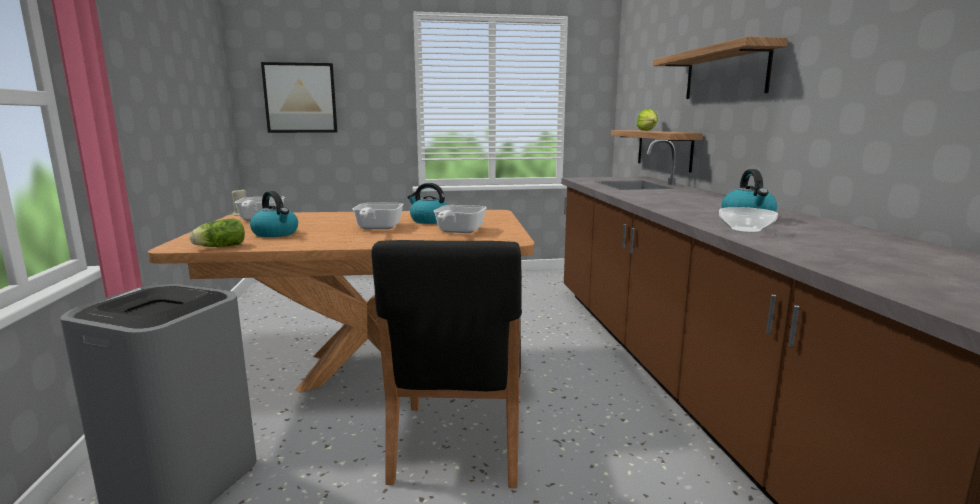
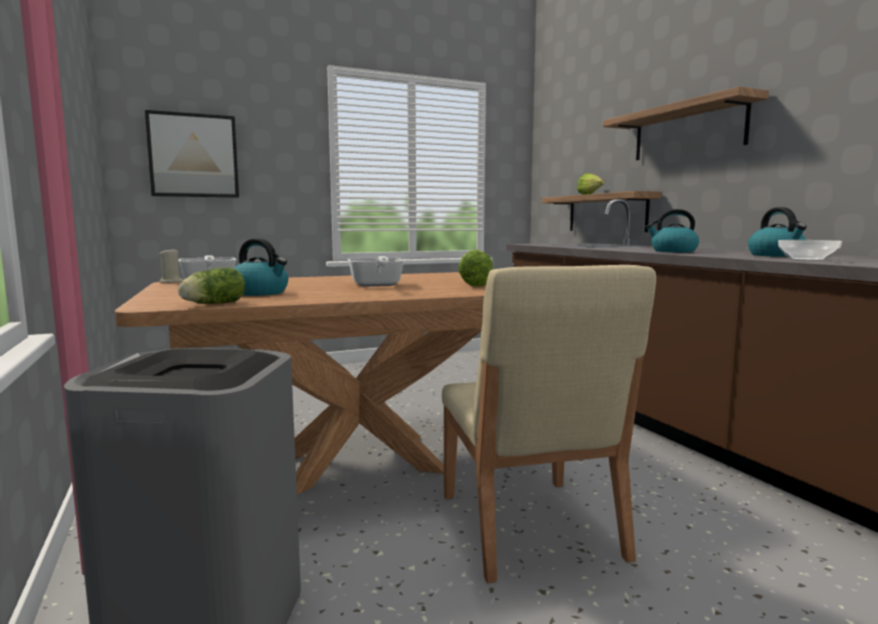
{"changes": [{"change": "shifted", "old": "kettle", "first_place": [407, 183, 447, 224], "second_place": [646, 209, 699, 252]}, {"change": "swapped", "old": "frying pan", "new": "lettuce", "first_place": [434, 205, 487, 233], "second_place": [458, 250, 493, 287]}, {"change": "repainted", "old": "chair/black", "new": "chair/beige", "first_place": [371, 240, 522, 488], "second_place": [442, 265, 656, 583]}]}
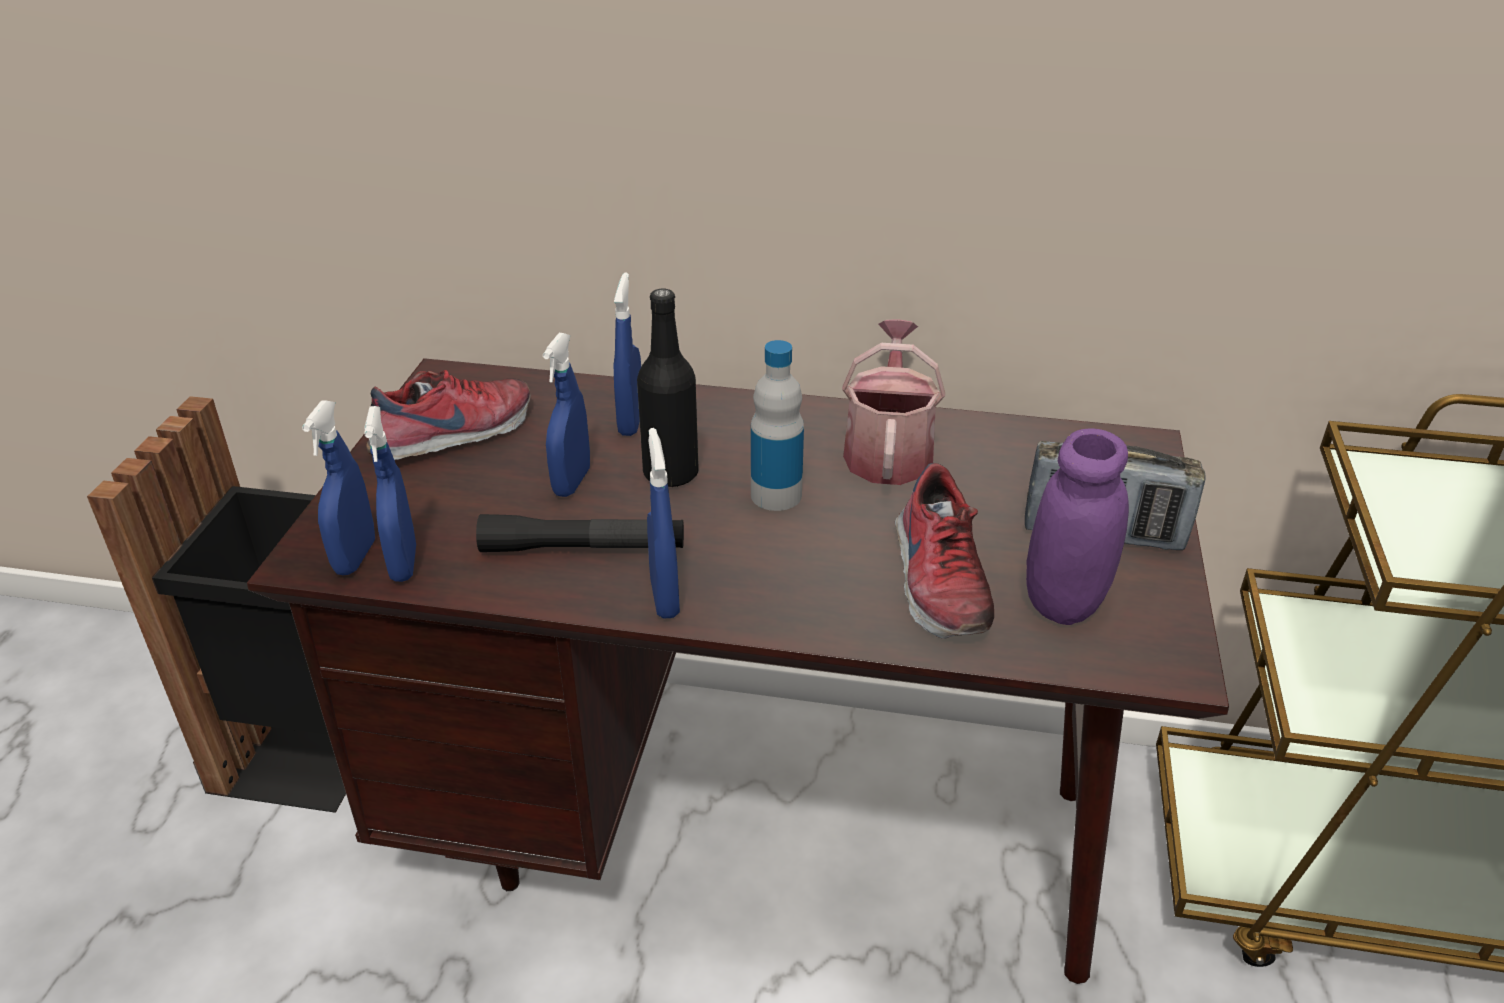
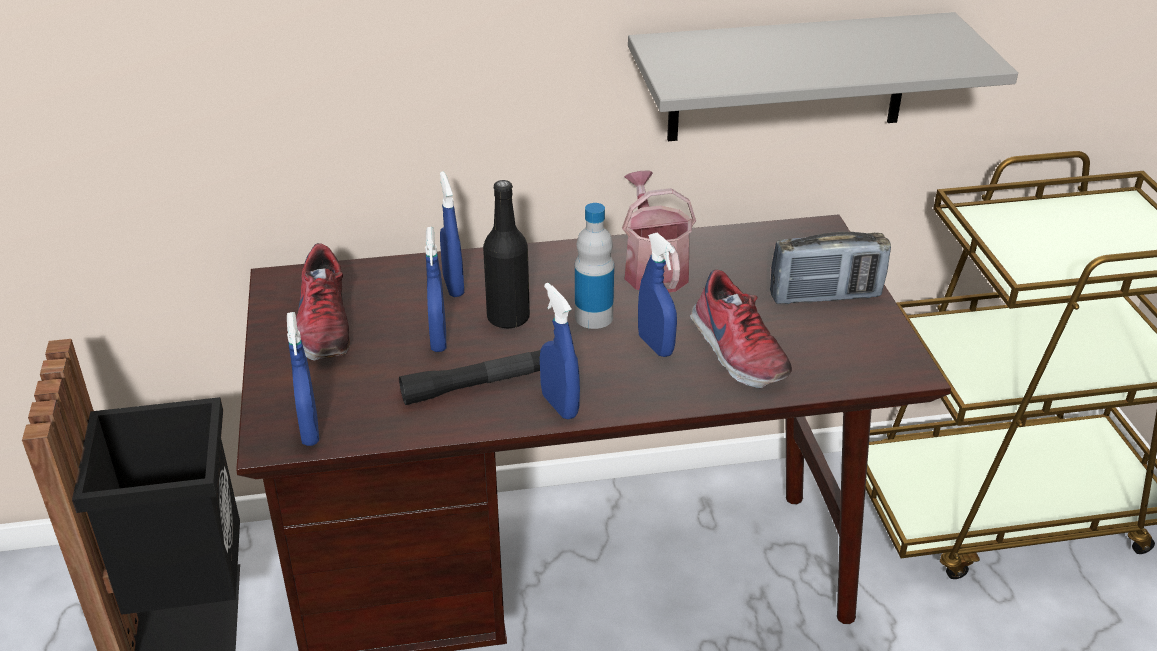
{"changes": [{"change": "rotated", "old": "shoe", "first_place": [366, 370, 531, 460], "second_place": [296, 243, 350, 361], "degrees": 135}, {"change": "shifted", "old": "spray bottle/blue", "first_place": [364, 406, 416, 582], "second_place": [638, 233, 677, 357]}, {"change": "gone", "old": "jar/purple", "first_place": [1026, 428, 1129, 625]}, {"change": "new", "new": "shelf/grey", "second_place": [628, 12, 1018, 141]}]}
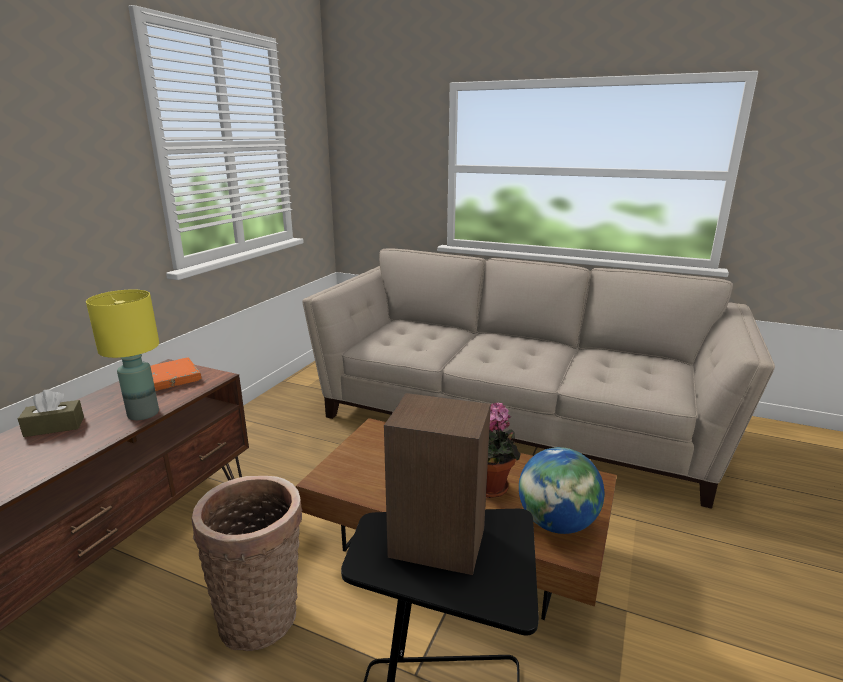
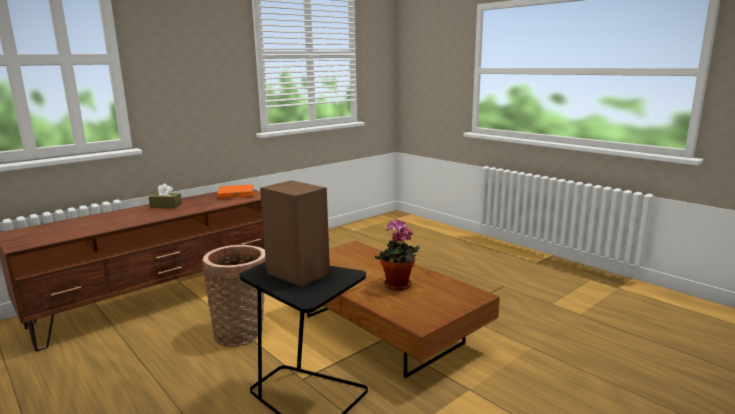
{"changes": [{"change": "gone", "old": "sofa/beige", "first_place": [302, 248, 775, 509]}, {"change": "gone", "old": "table lamp/yellow", "first_place": [86, 290, 159, 420]}, {"change": "gone", "old": "globe", "first_place": [519, 447, 604, 534]}]}
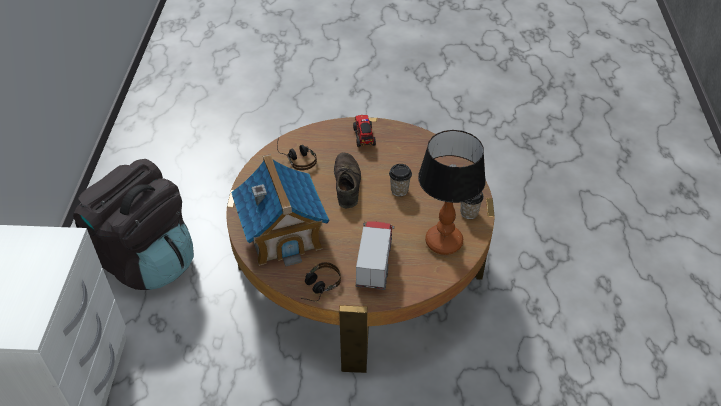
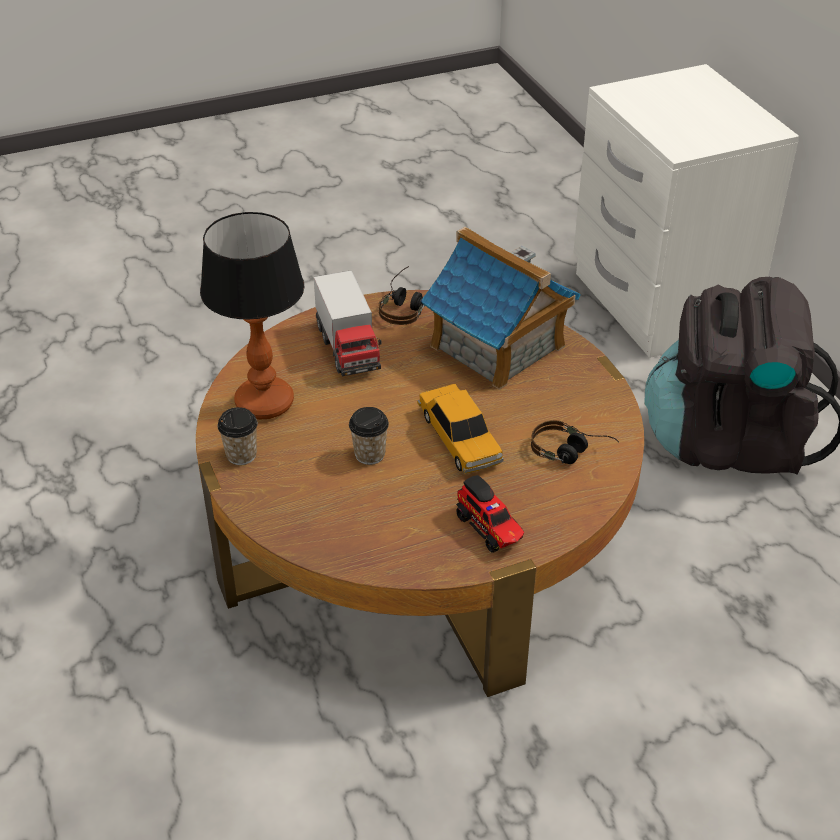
{"changes": [{"change": "swapped", "old": "shoe/brown", "new": "toy car", "first_place": [334, 153, 361, 208], "second_place": [417, 384, 504, 474]}]}
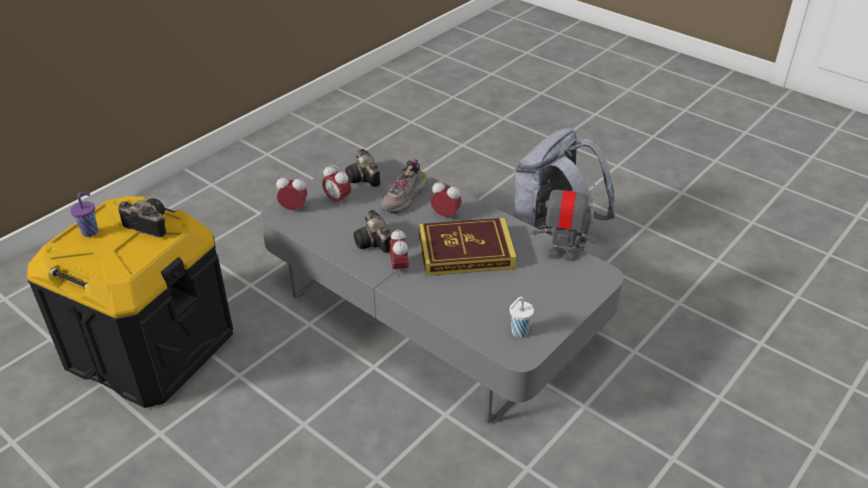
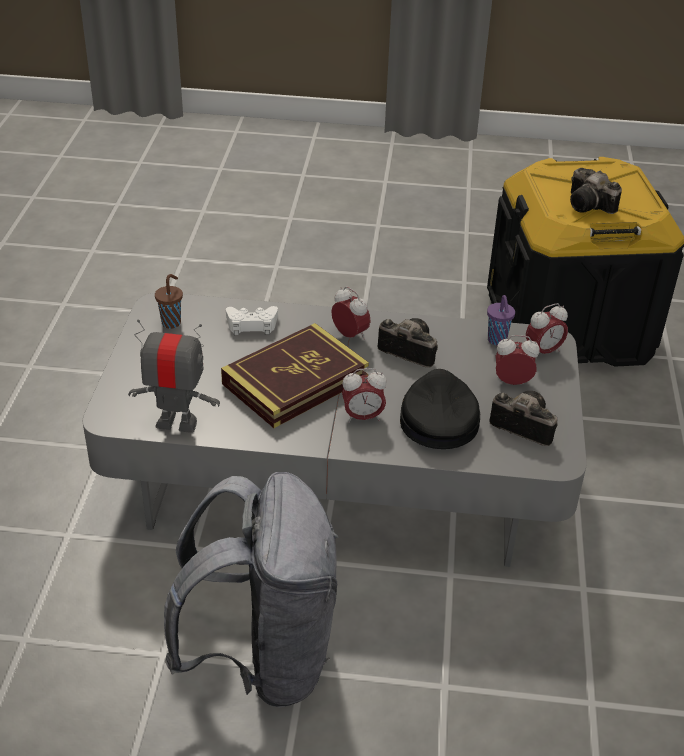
{"changes": [{"change": "swapped", "old": "shoe", "new": "cap/black", "first_place": [380, 159, 427, 214], "second_place": [400, 369, 480, 449]}, {"change": "rotated", "old": "toy robot", "first_place": [531, 180, 597, 262], "second_place": [128, 320, 220, 432], "degrees": -150}, {"change": "shifted", "old": "cup/purple", "first_place": [70, 192, 98, 237], "second_place": [487, 295, 515, 345]}, {"change": "rotated", "old": "photo camera", "first_place": [118, 198, 166, 237], "second_place": [570, 168, 622, 214], "degrees": 60}, {"change": "repainted", "old": "cup/white", "new": "cup/brown", "first_place": [510, 297, 534, 338], "second_place": [155, 274, 183, 329]}, {"change": "new", "new": "game controller/white", "second_place": [226, 306, 278, 335]}]}
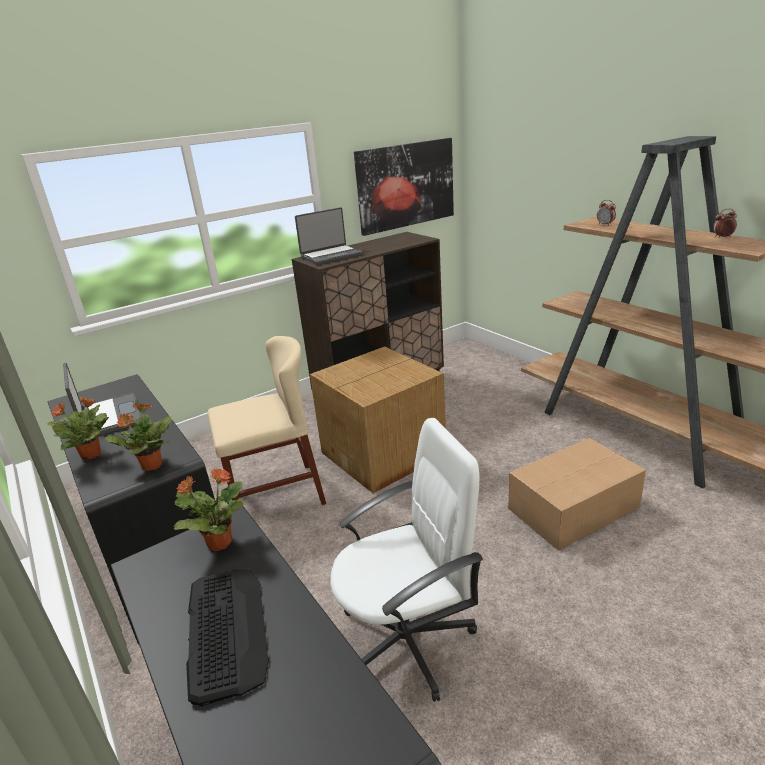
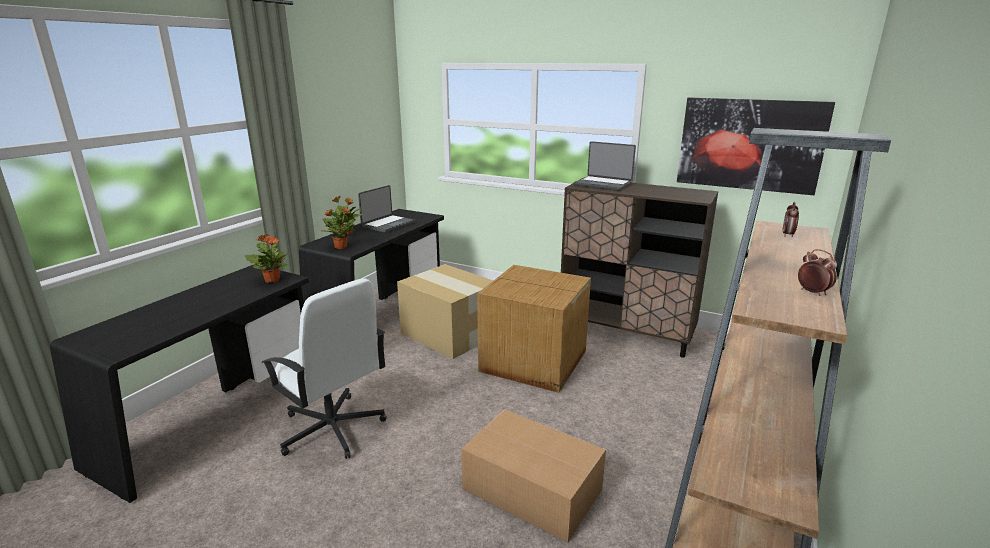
{"changes": [{"change": "swapped", "old": "chair/beige", "new": "cardboard box", "first_place": [208, 336, 326, 505], "second_place": [397, 264, 493, 359]}, {"change": "gone", "old": "keyboard", "first_place": [186, 570, 269, 706]}]}
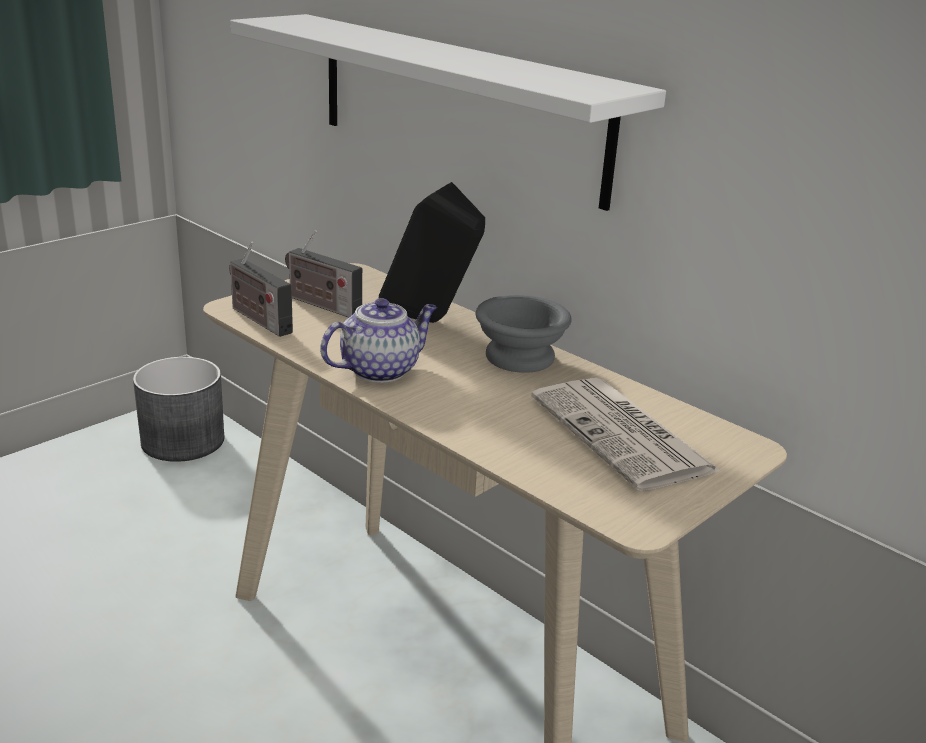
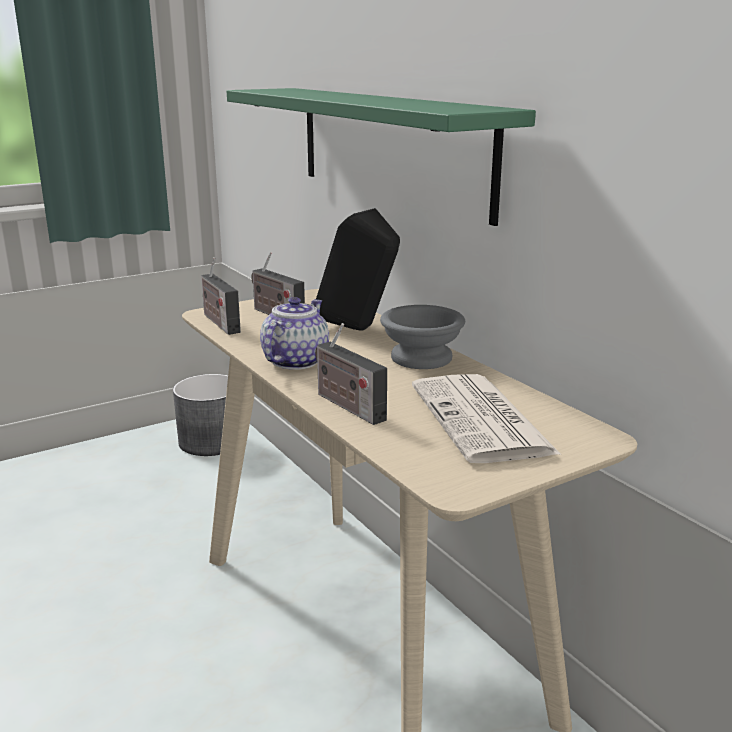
{"changes": [{"change": "repainted", "old": "shelf/white", "new": "shelf/green", "first_place": [231, 14, 666, 211], "second_place": [227, 88, 536, 226]}, {"change": "rotated", "old": "teapot", "first_place": [320, 298, 437, 383], "second_place": [260, 297, 329, 370], "degrees": -45}, {"change": "new", "new": "radio", "second_place": [315, 323, 387, 425]}]}
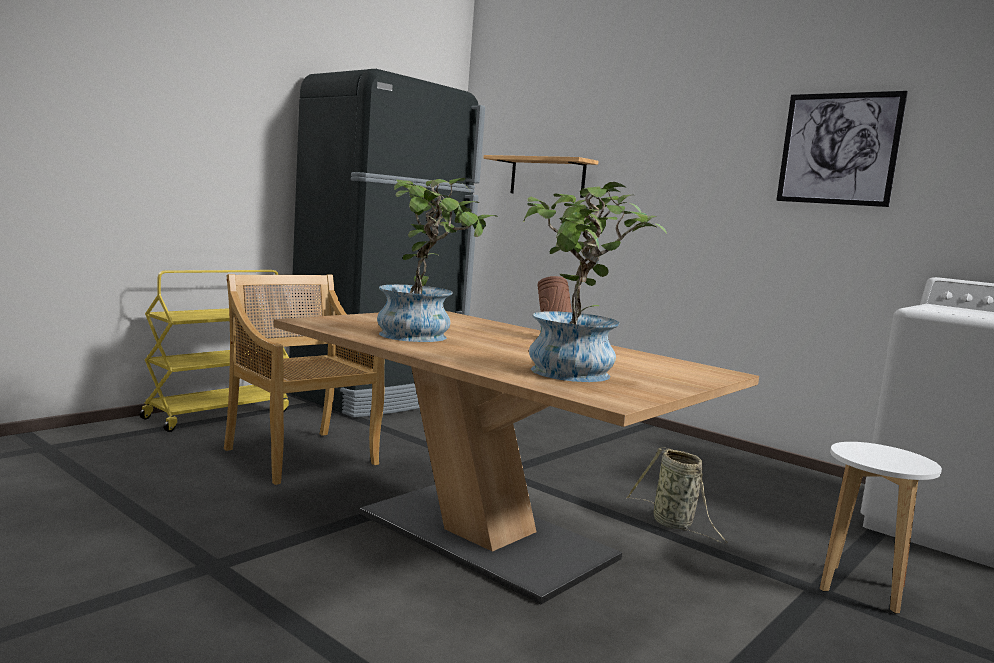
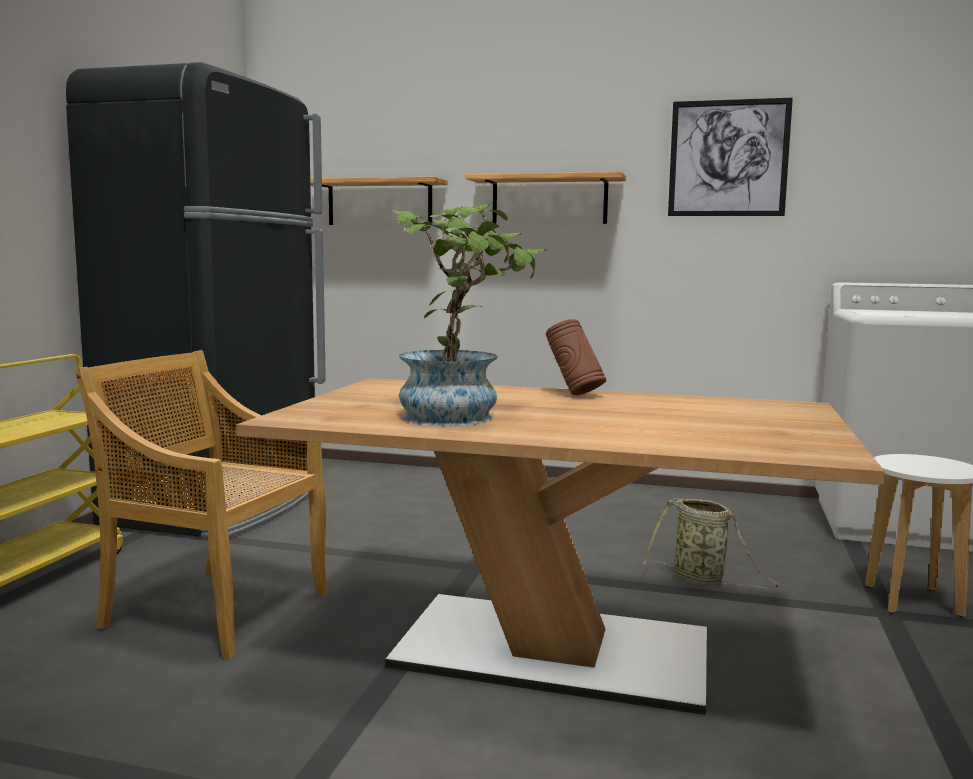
{"changes": [{"change": "gone", "old": "potted plant", "first_place": [523, 182, 667, 382]}, {"change": "new", "new": "shelf", "second_place": [466, 172, 626, 224]}]}
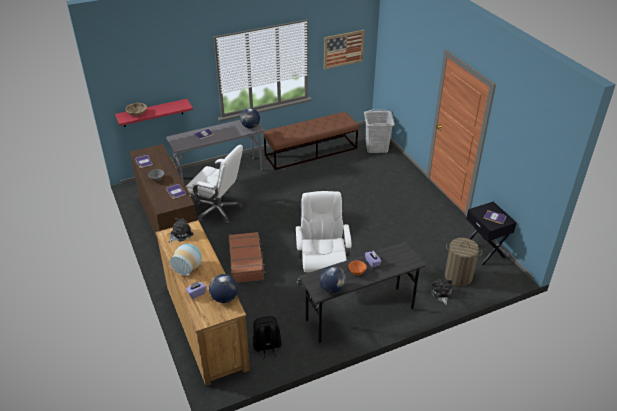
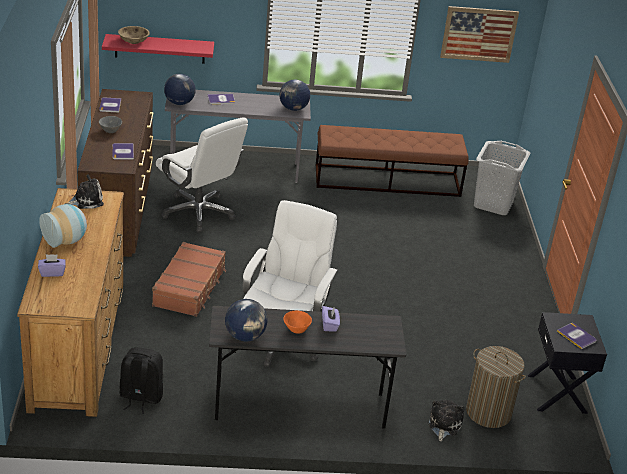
{"changes": [{"change": "shifted", "old": "globe", "first_place": [209, 274, 238, 303], "second_place": [164, 74, 196, 105]}]}
